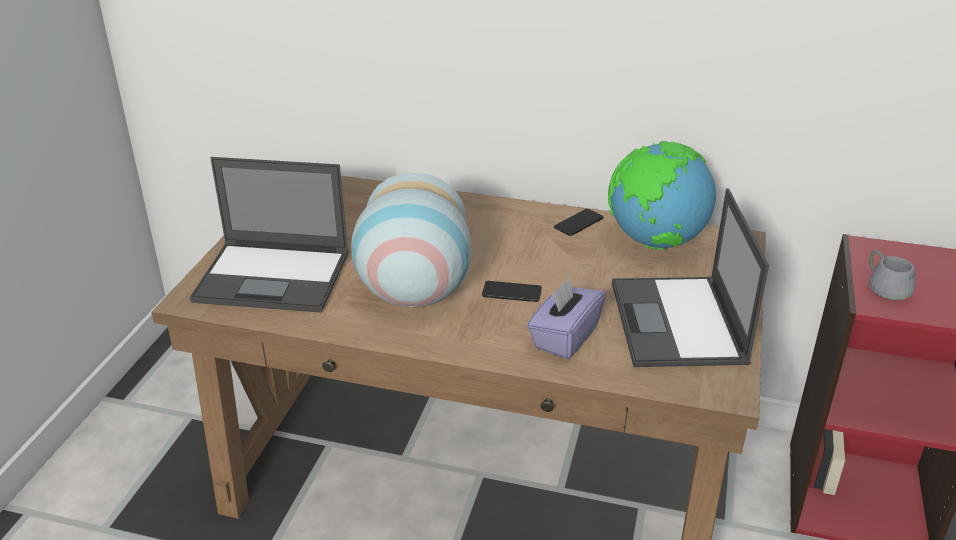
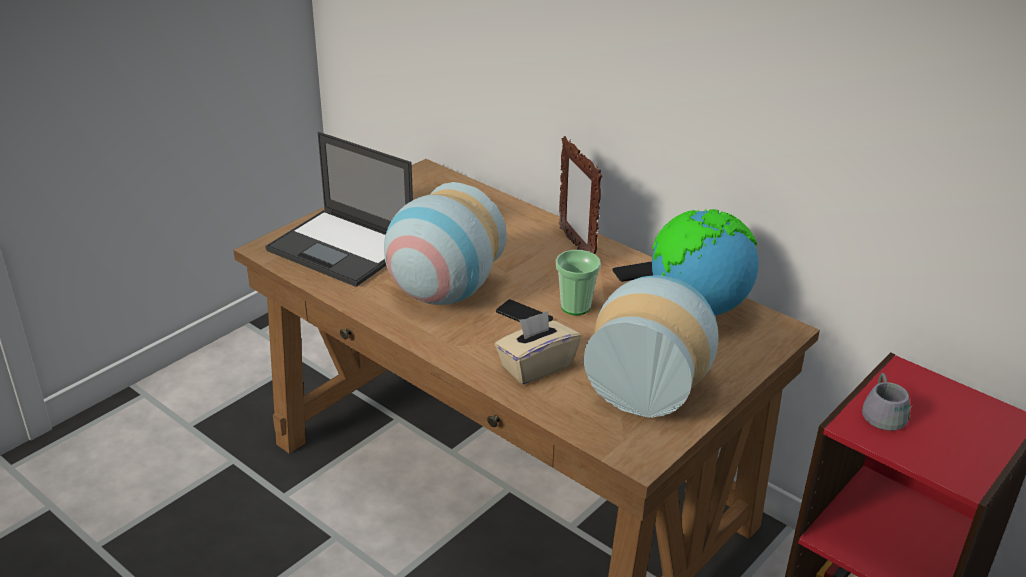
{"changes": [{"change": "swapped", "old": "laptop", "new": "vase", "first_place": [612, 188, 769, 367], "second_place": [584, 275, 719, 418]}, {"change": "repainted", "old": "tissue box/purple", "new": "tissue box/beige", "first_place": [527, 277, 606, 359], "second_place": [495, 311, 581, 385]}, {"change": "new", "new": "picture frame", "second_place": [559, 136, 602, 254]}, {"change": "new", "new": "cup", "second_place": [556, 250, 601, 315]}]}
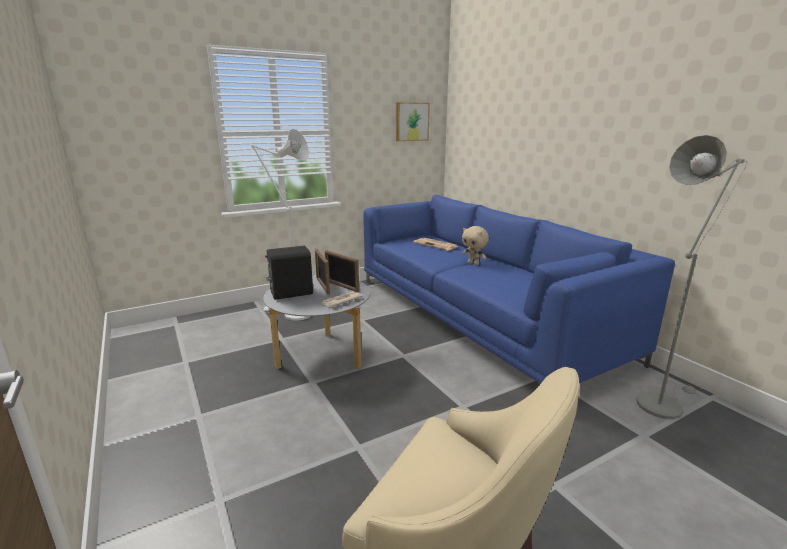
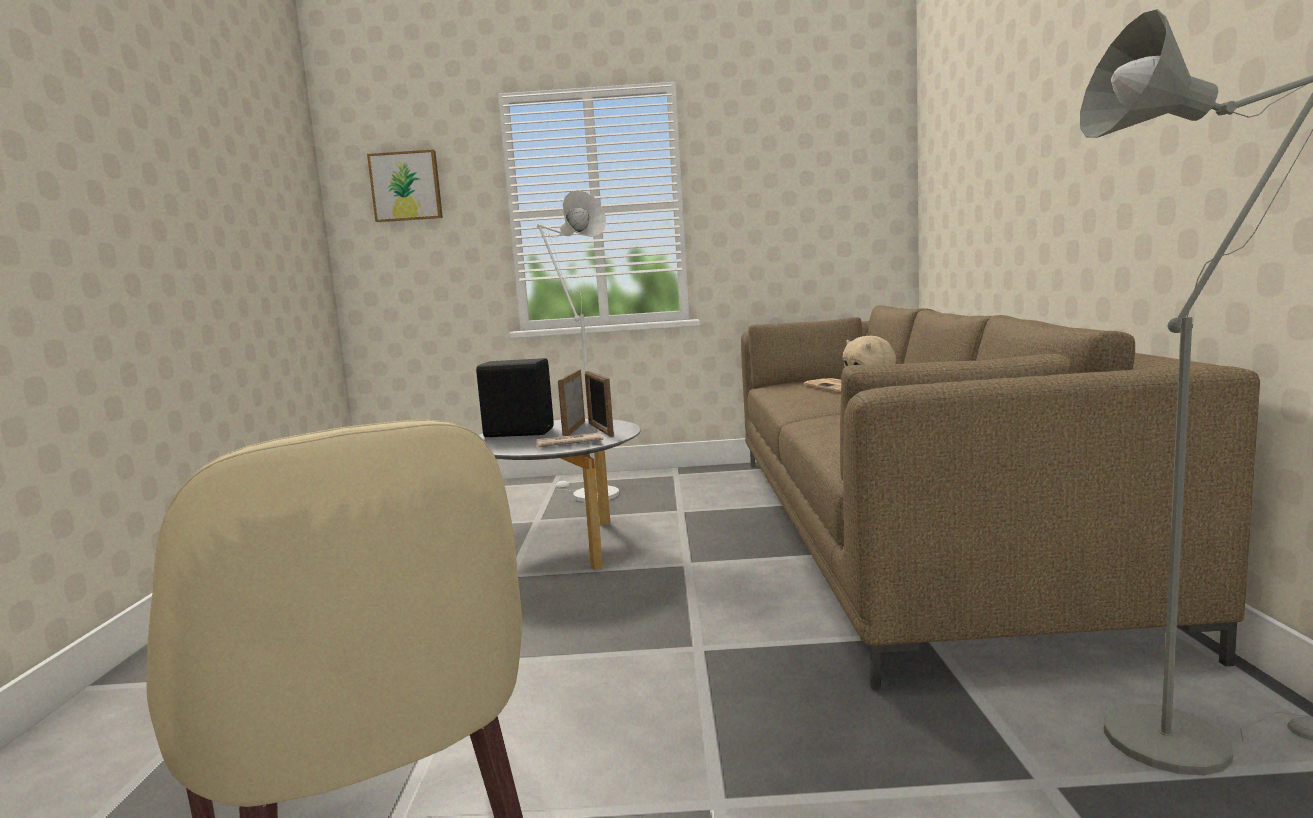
{"changes": [{"change": "shifted", "old": "picture", "first_place": [396, 102, 430, 141], "second_place": [367, 149, 443, 222]}, {"change": "repainted", "old": "sofa/blue", "new": "sofa/brown", "first_place": [363, 195, 675, 385], "second_place": [741, 305, 1260, 689]}]}
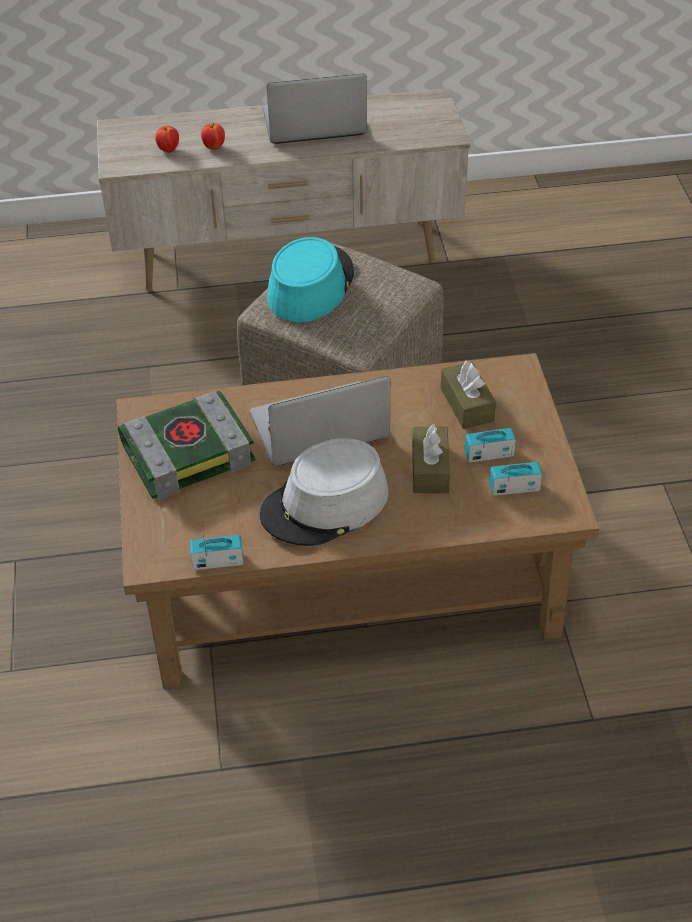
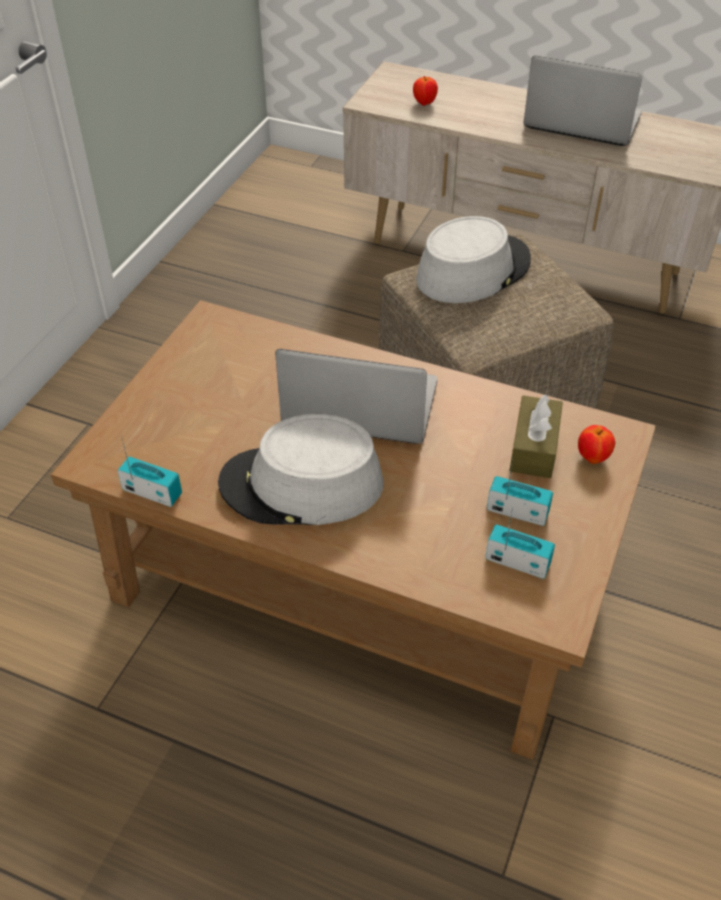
{"changes": [{"change": "shifted", "old": "apple", "first_place": [201, 123, 225, 150], "second_place": [578, 425, 615, 464]}, {"change": "repainted", "old": "hat/turquoise", "new": "hat/grey", "first_place": [267, 237, 354, 322], "second_place": [416, 216, 531, 303]}, {"change": "gone", "old": "book", "first_place": [118, 391, 255, 500]}, {"change": "gone", "old": "tissue box/brown", "first_place": [412, 424, 450, 493]}]}
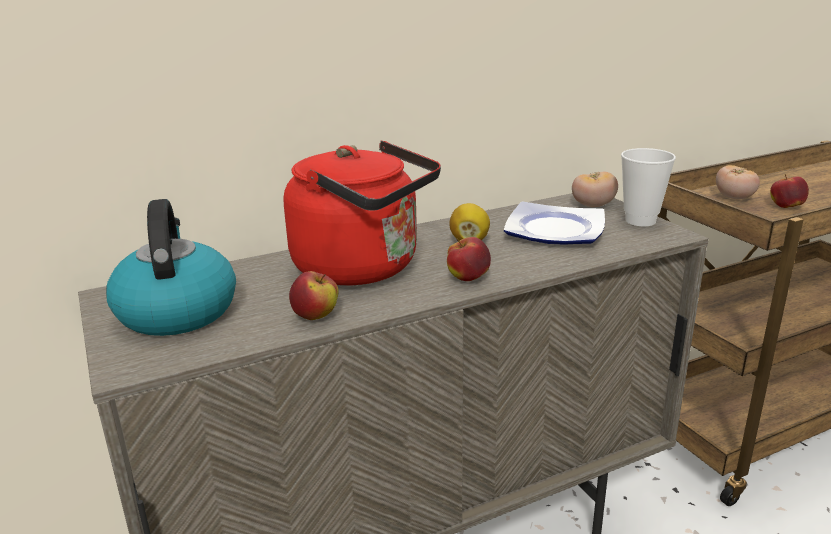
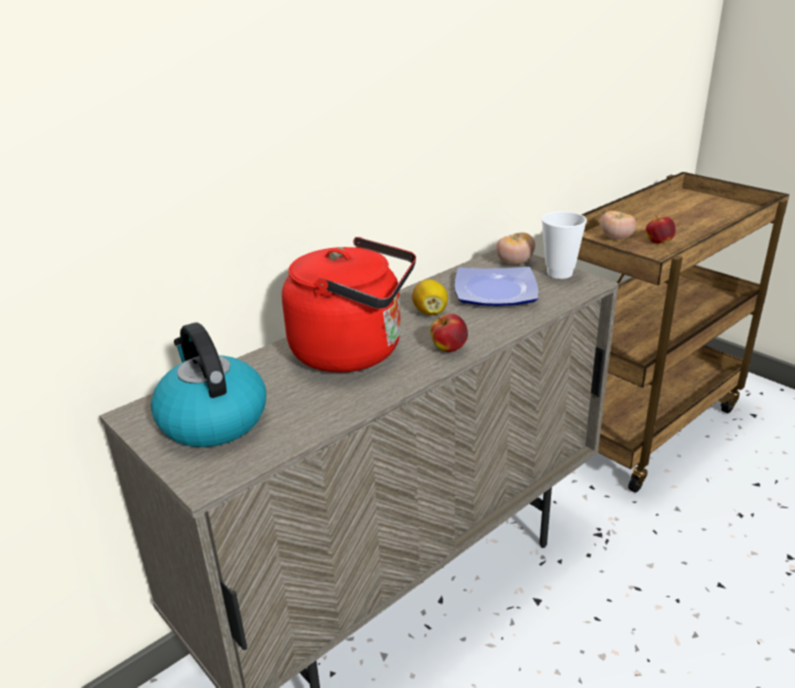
{"changes": [{"change": "gone", "old": "apple", "first_place": [289, 271, 339, 320]}]}
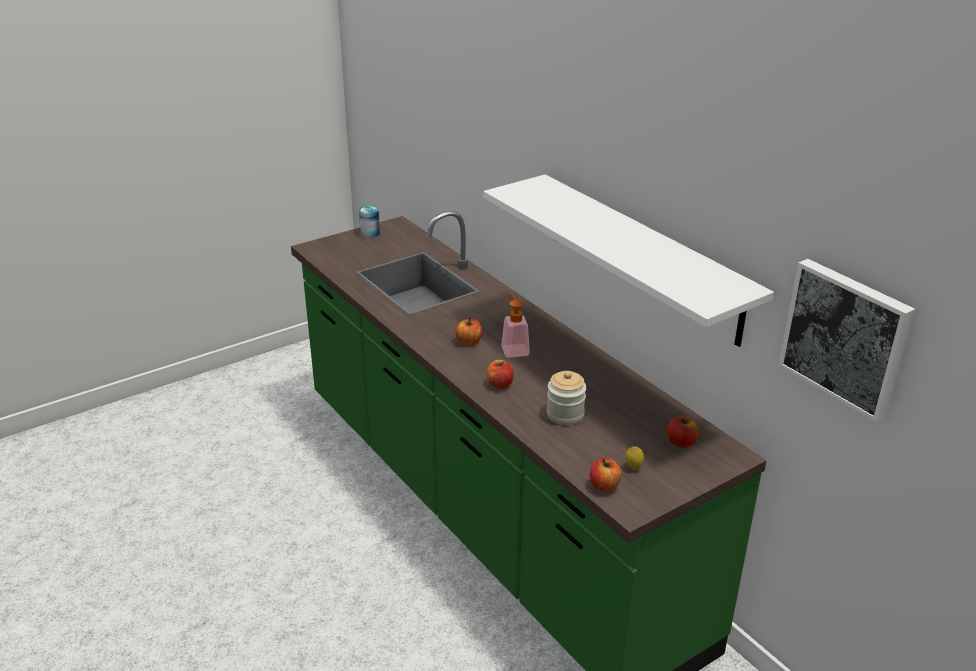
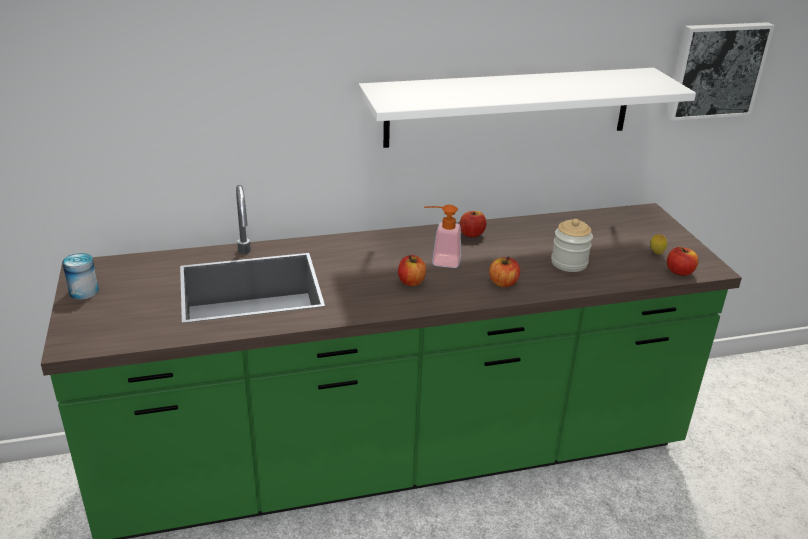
{"changes": [{"change": "shifted", "old": "apple", "first_place": [667, 417, 699, 448], "second_place": [460, 211, 486, 238]}]}
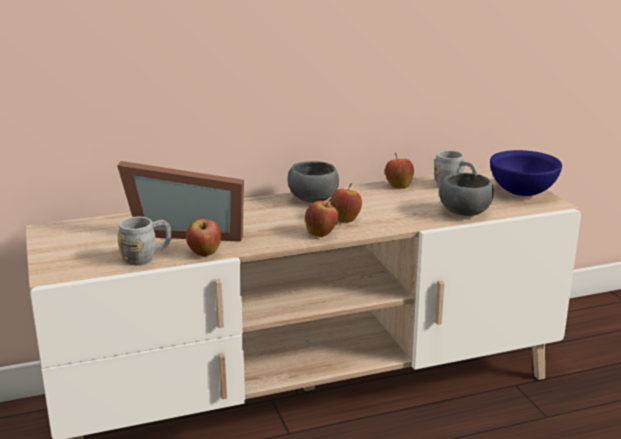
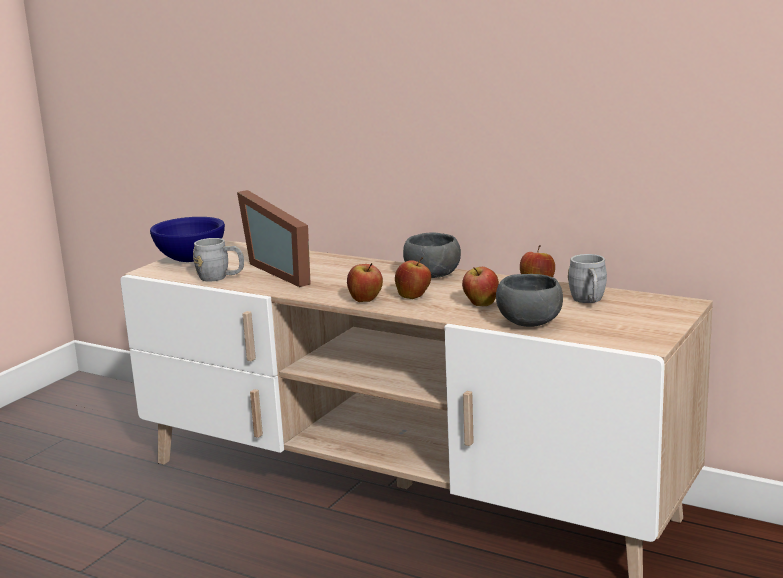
{"changes": [{"change": "shifted", "old": "bowl/blue", "first_place": [490, 150, 562, 196], "second_place": [150, 217, 225, 262]}, {"change": "shifted", "old": "apple", "first_place": [186, 219, 221, 256], "second_place": [462, 267, 499, 306]}]}
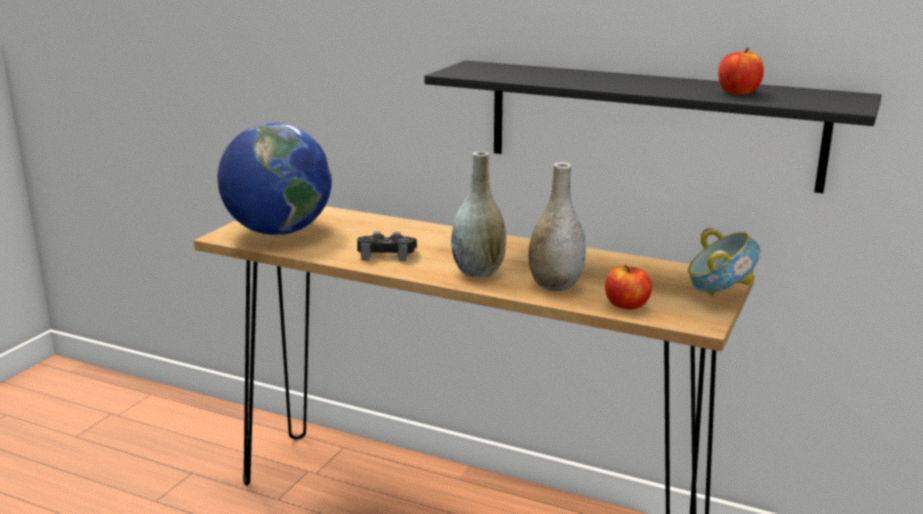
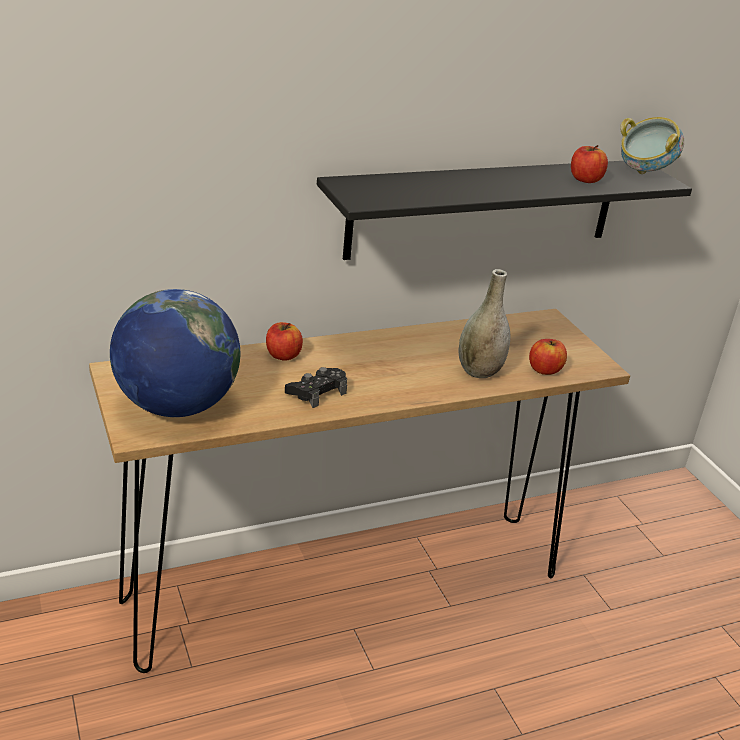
{"changes": [{"change": "gone", "old": "vase/grey", "first_place": [451, 152, 506, 277]}, {"change": "shifted", "old": "bowl", "first_place": [688, 228, 760, 296], "second_place": [620, 117, 684, 174]}, {"change": "new", "new": "apple", "second_place": [266, 322, 303, 361]}]}
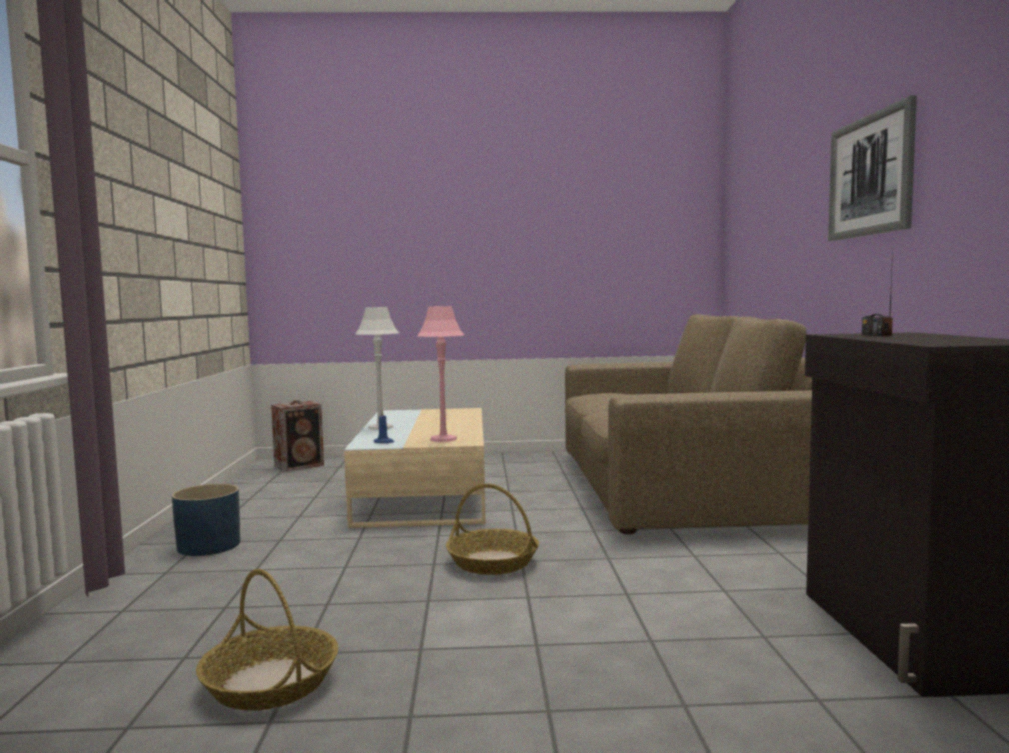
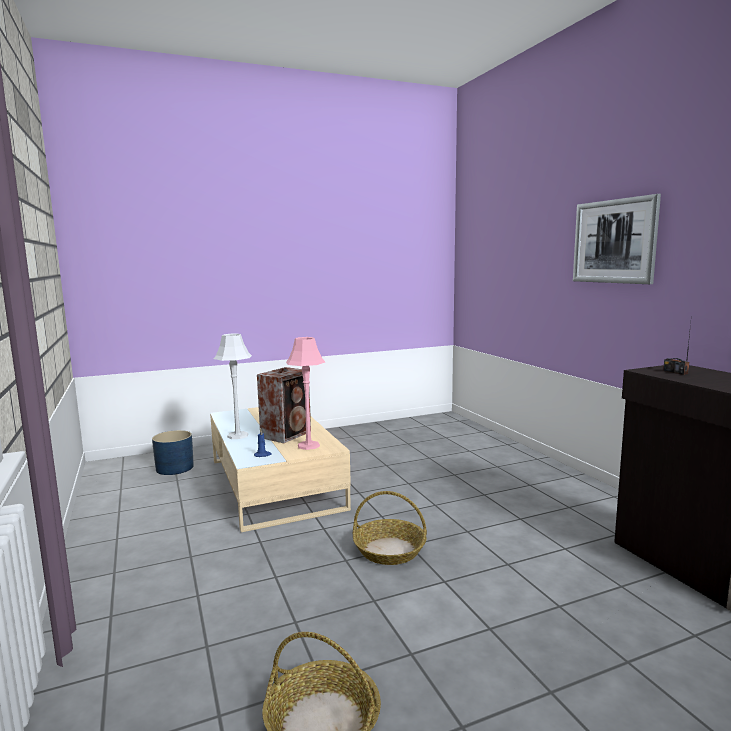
{"changes": [{"change": "gone", "old": "sofa/brown", "first_place": [565, 314, 812, 534]}, {"change": "shifted", "old": "speaker", "first_place": [271, 400, 324, 472], "second_place": [257, 367, 311, 443]}, {"change": "shifted", "old": "planter/blue", "first_place": [172, 484, 240, 556], "second_place": [152, 430, 194, 475]}]}
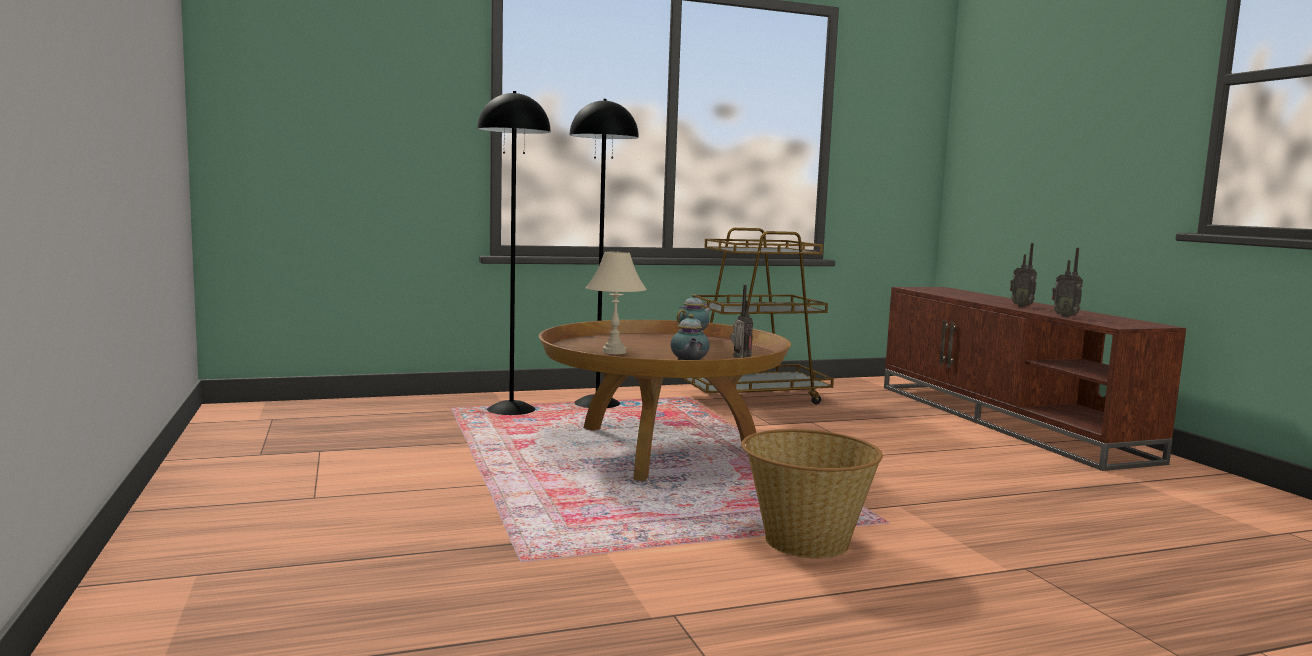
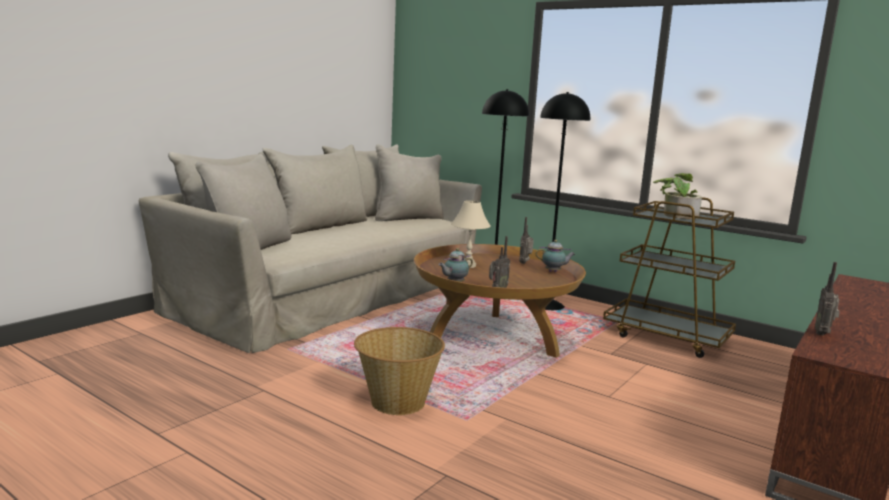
{"changes": [{"change": "shifted", "old": "radio", "first_place": [1010, 243, 1037, 307], "second_place": [519, 217, 534, 264]}, {"change": "new", "new": "sofa/beige", "second_place": [139, 144, 482, 353]}, {"change": "new", "new": "potted plant", "second_place": [653, 173, 702, 219]}]}
